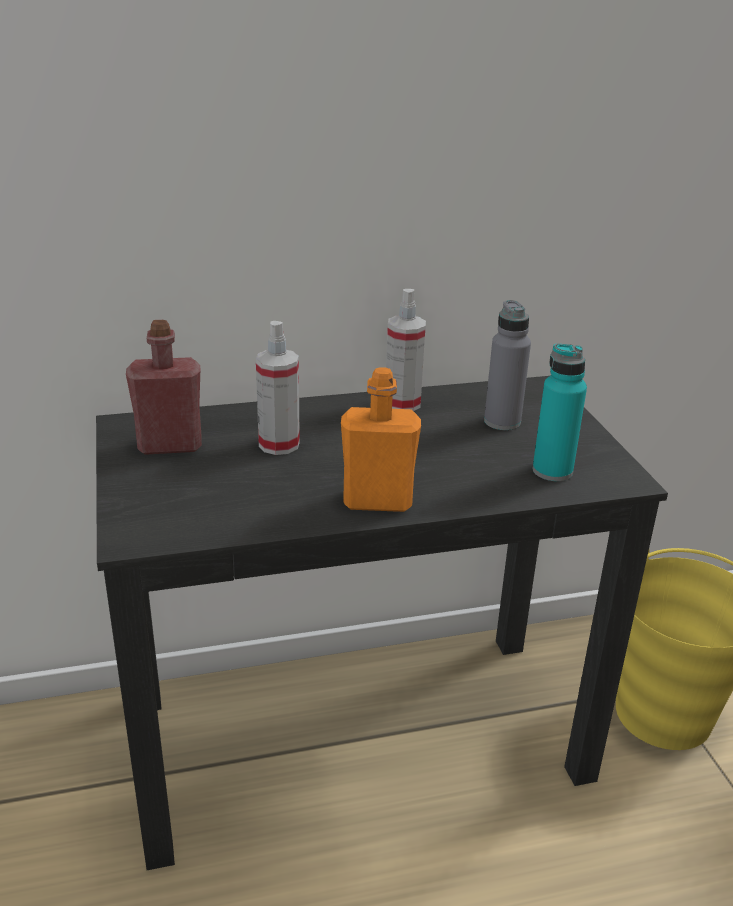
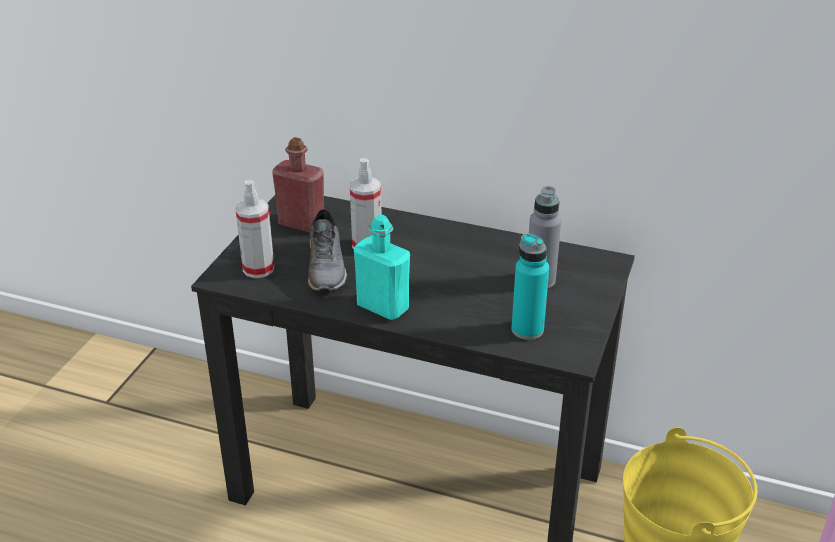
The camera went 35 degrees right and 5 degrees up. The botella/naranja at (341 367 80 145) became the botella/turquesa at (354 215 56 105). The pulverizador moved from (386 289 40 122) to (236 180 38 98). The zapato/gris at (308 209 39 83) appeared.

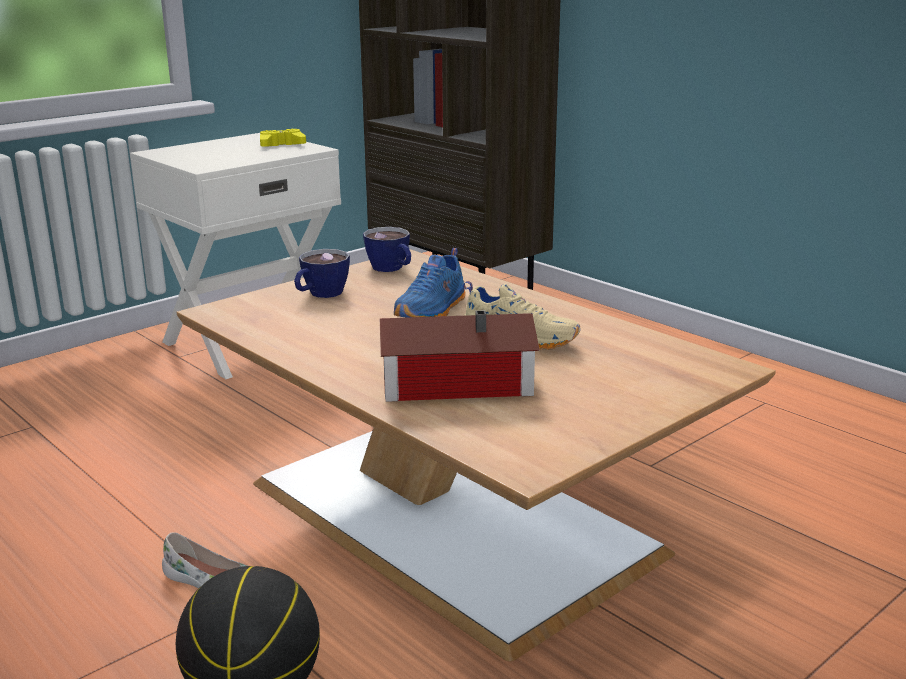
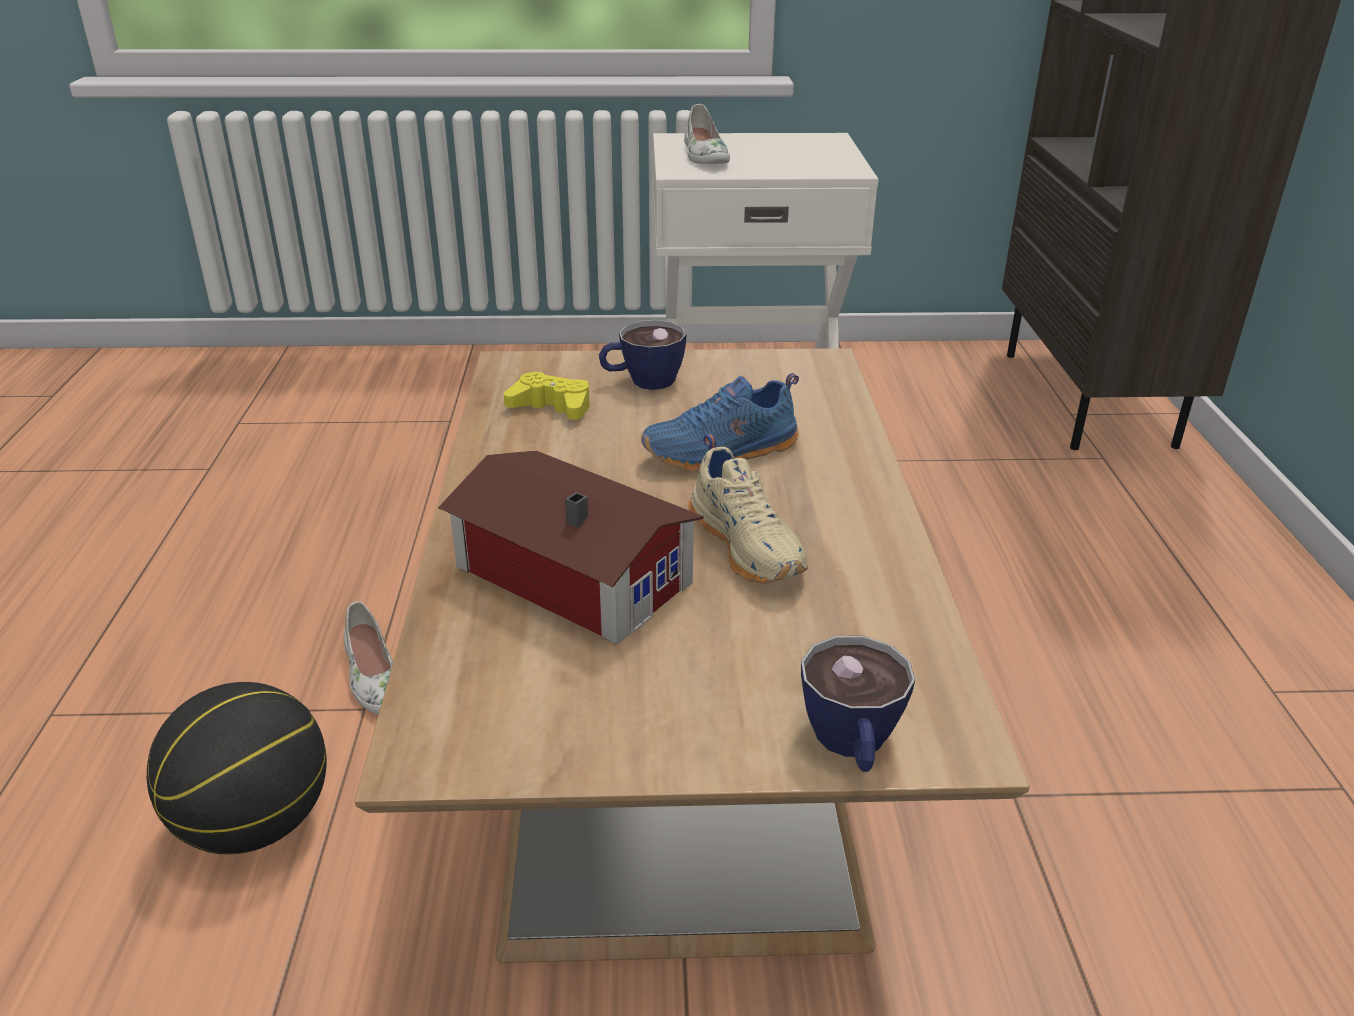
The camera went 40 degrees right and 10 degrees up. The mando de consola/amarillo moved from (260 129 46 17) to (504 372 86 48). The taza moved from (363 227 48 45) to (801 636 114 136). The zapato/blanco at (684 104 46 60) appeared.

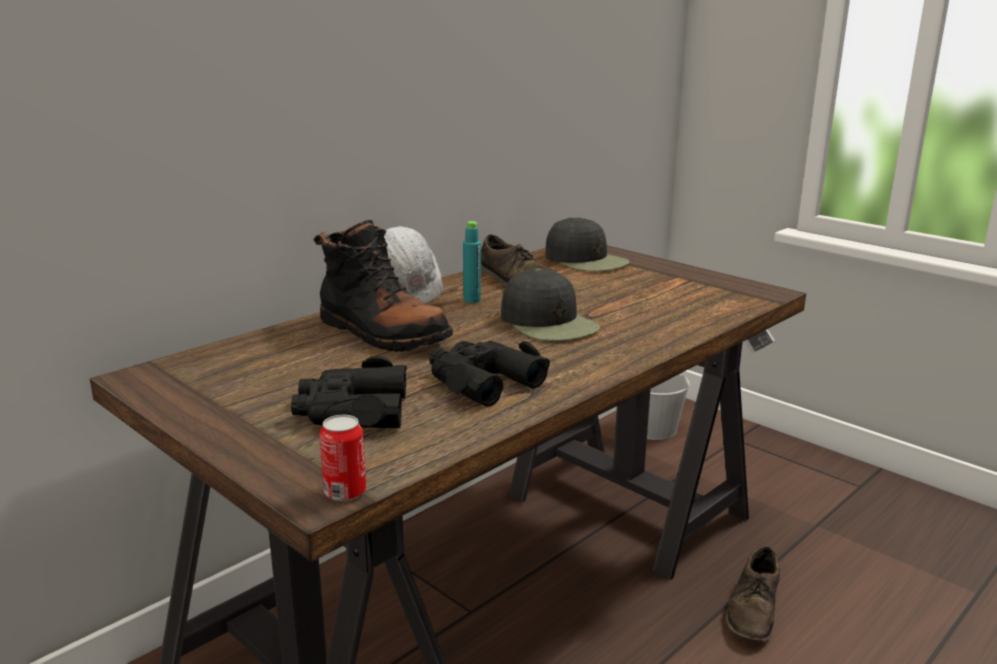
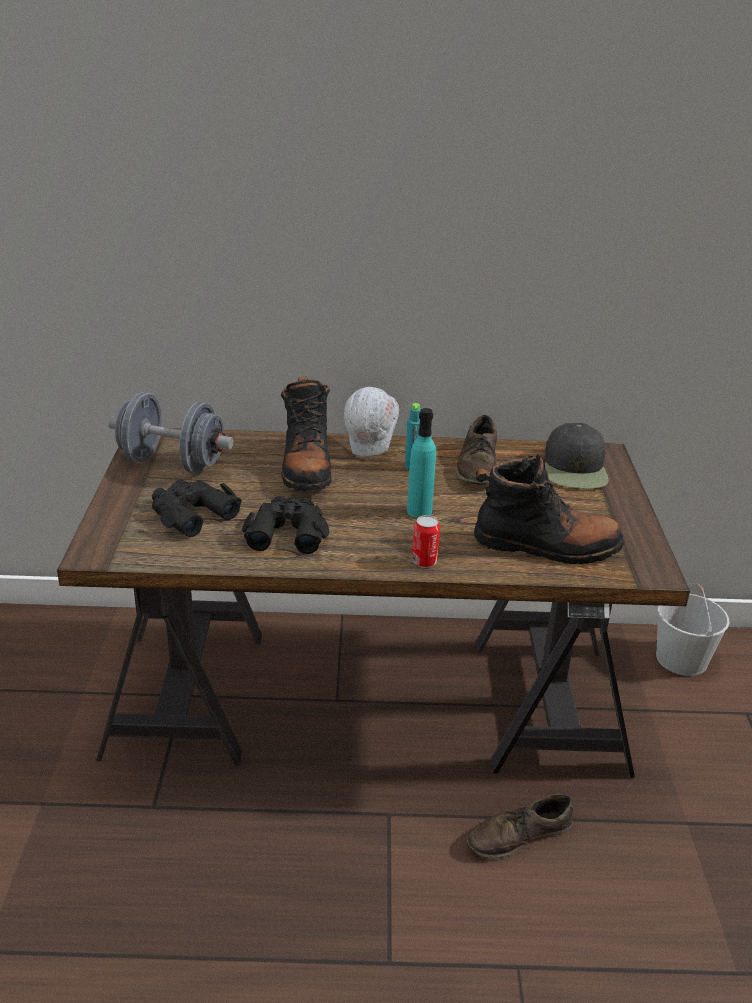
The camera went 45 degrees right and 10 degrees up. The lata moved from (320 415 46 86) to (412 515 28 53). The gorra/negro at (501 269 99 72) was replaced by the botella/turquesa at (407 408 29 110). The mancuerna/gris at (108 392 125 81) appeared. The bota/negro at (474 453 151 111) appeared.

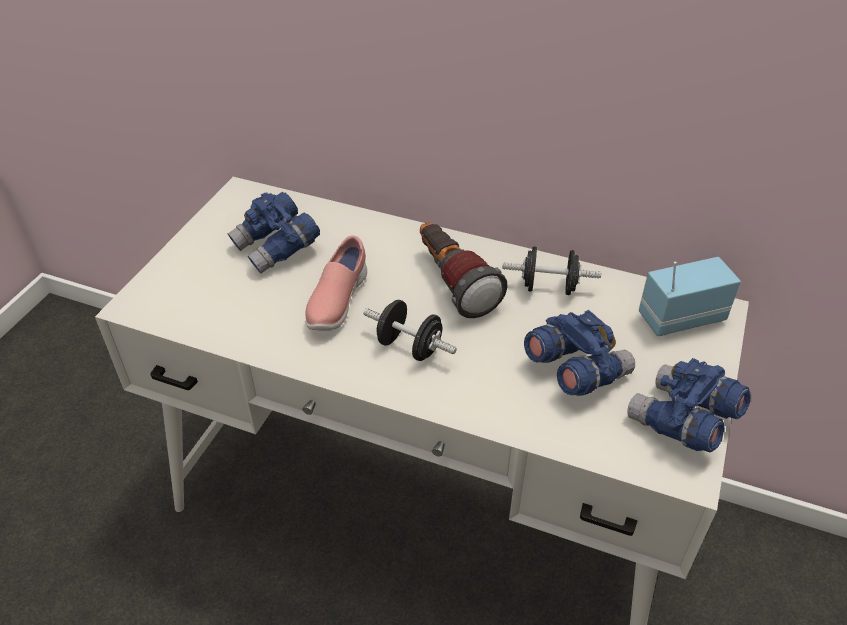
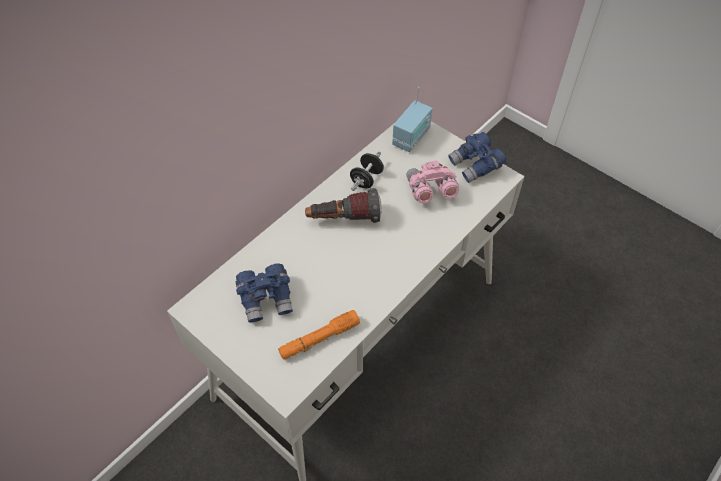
The camera went 70 degrees left and 10 degrees up. The zapato/rosa at (306 235 61 96) disappeared. The mancuerna/negro at (363 300 94 61) disappeared. The prismáticos/azul at (524 310 111 86) became the prismáticos/rosa at (406 160 53 44). The radio at (639 257 102 79) turned 150 degrees counterclockwise. The linterna/naranja at (278 310 82 50) appeared.

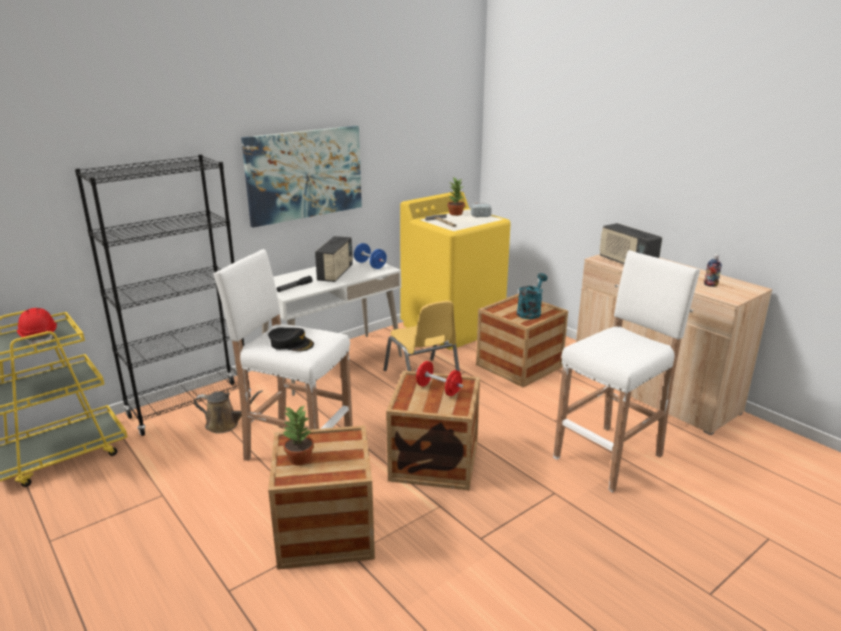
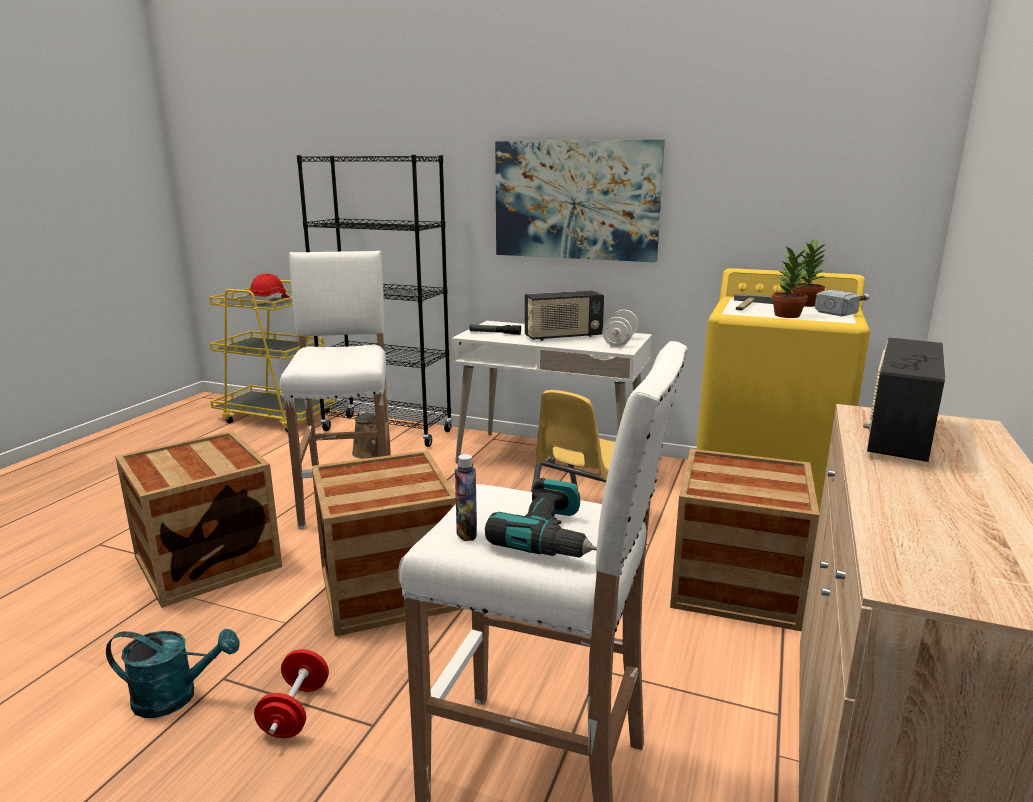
The camera went 60 degrees right and 5 degrees down. The gorra/negro at (268 328 46 24) disappeared. The planta en maceta moved from (283 406 31 59) to (771 246 38 72). The mancuerna/azul at (354 243 33 26) became the mancuerna/blanco at (602 310 36 37). The mancuerna/rojo moved from (416 361 47 35) to (254 649 75 89). The regadera/turquesa moved from (517 273 31 46) to (106 629 134 89). The botella moved from (704 254 18 33) to (455 454 22 87). The taladro at (485 478 112 79) appeared.

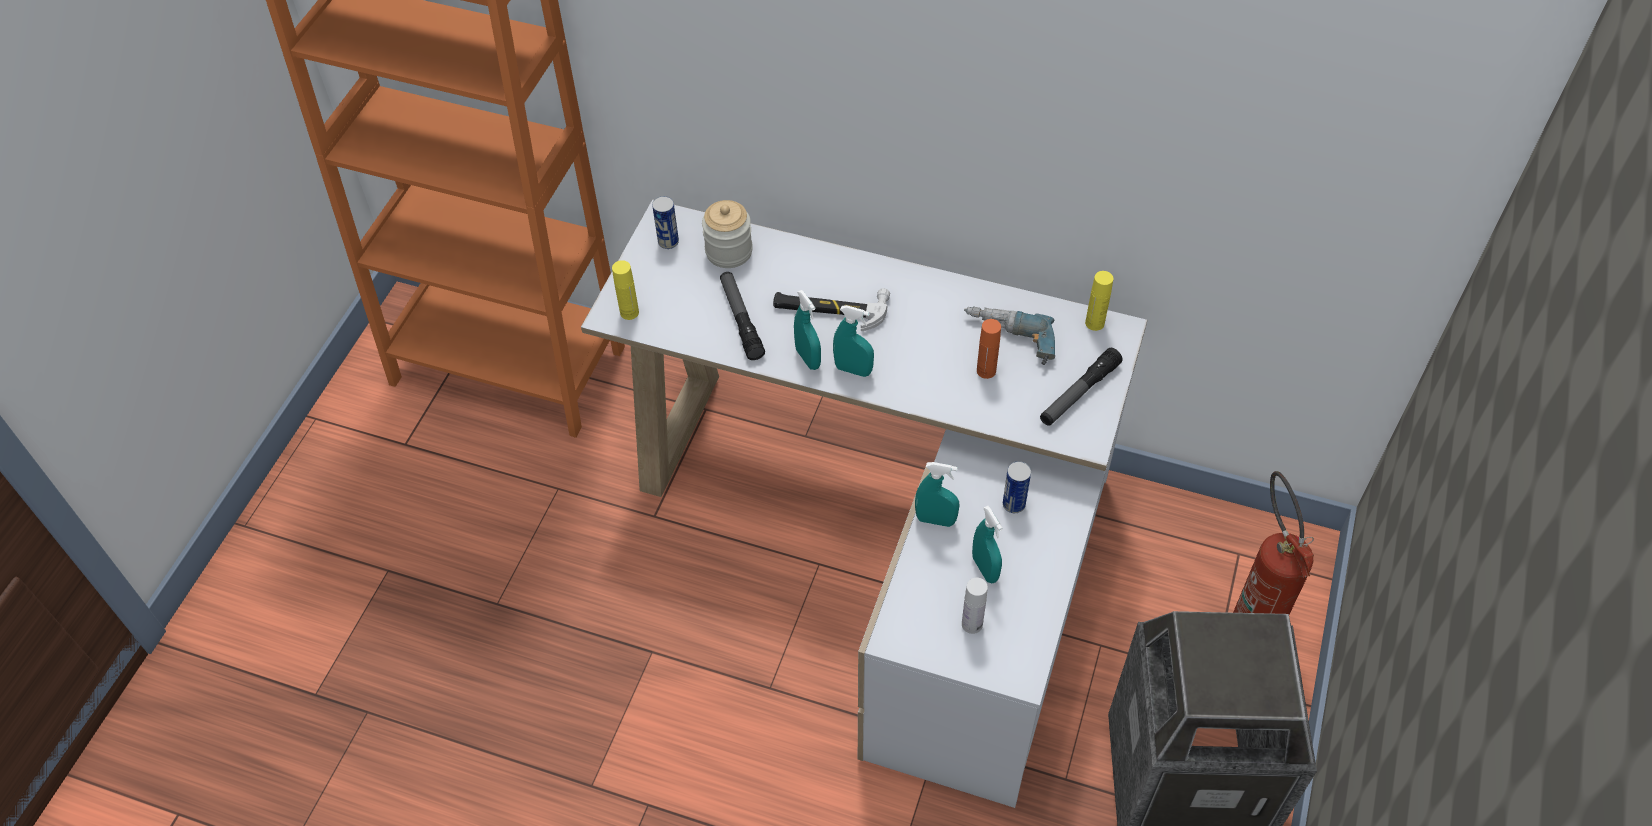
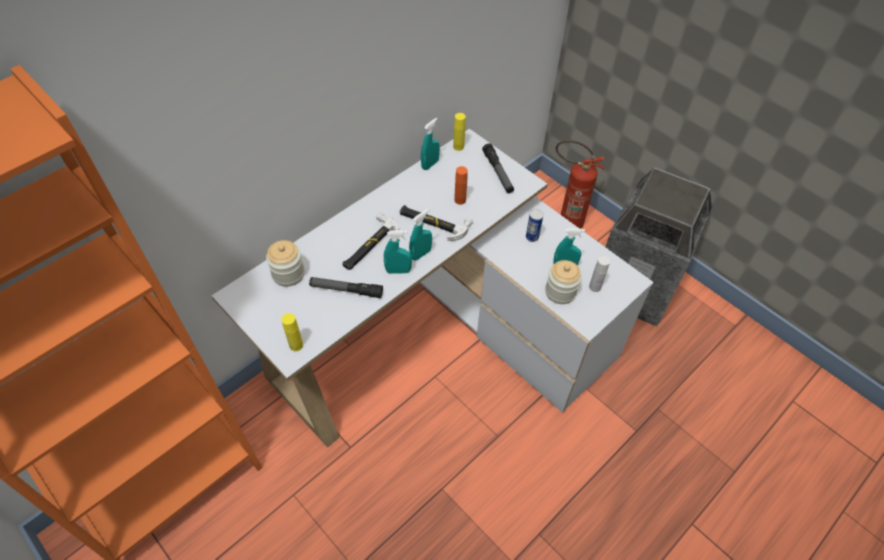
The camera went 65 degrees left and 0 degrees up. The lata at (652 196 27 53) disappeared. The pulverizador/turquesa moved from (915 462 44 65) to (421 118 19 52). The taladro at (964 307 91 58) disappeared. The martillo at (400 205 73 36) appeared. The tarro at (545 260 37 44) appeared.

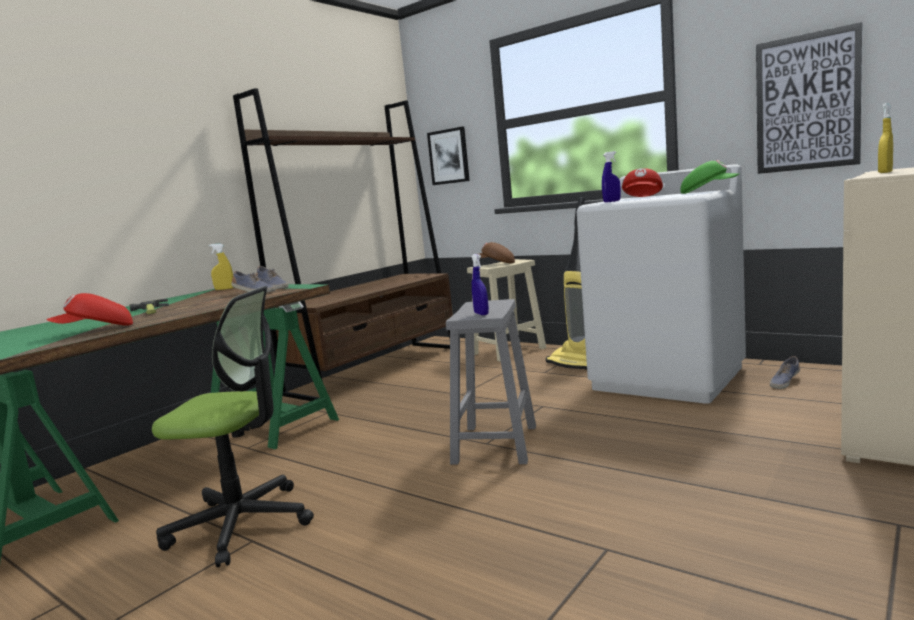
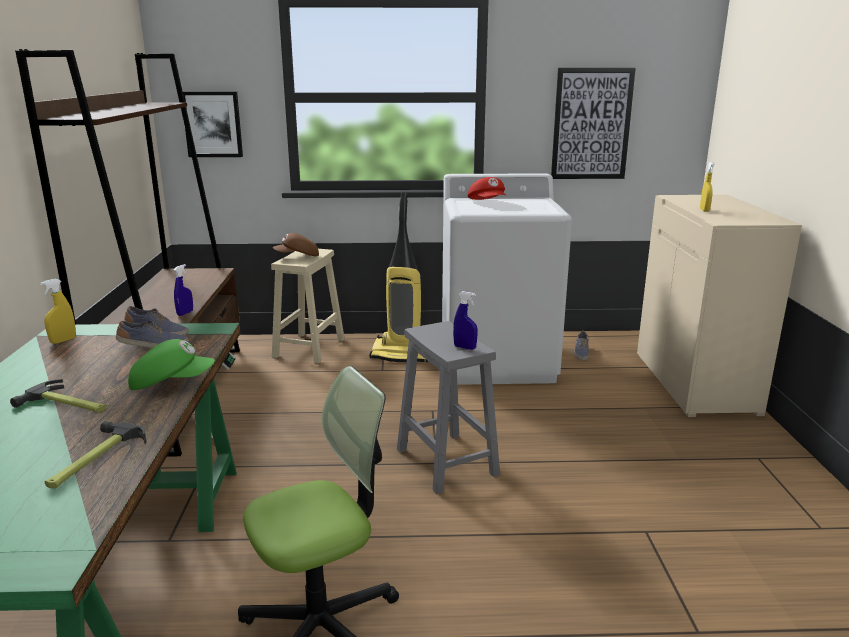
The camera went 40 degrees left and 10 degrees up. The gorra/rojo at (46 293 87 33) was replaced by the martillo at (45 421 101 67). The pulverizador/azul moved from (602 151 19 52) to (174 264 19 52). The gorra/verde moved from (680 160 59 34) to (128 339 87 51).

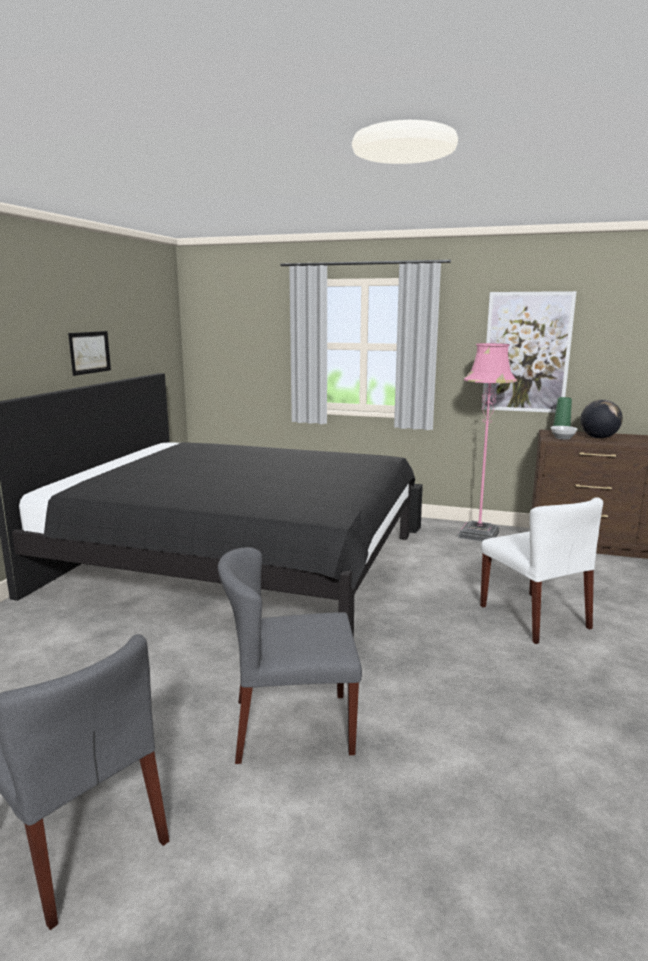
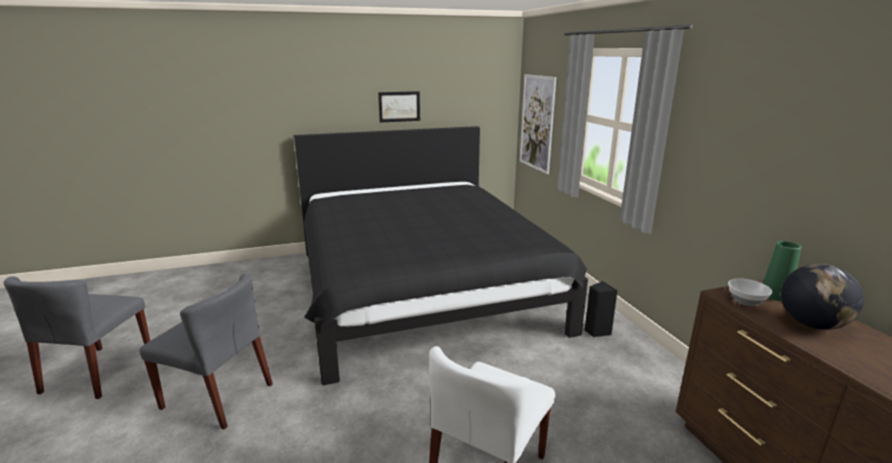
The camera went 55 degrees right and 5 degrees up. The silla/gris at (218 547 144 217) turned 150 degrees clockwise. The lámpara de pie/rosa at (458 343 59 198) disappeared. The cuadro moved from (482 291 94 122) to (520 74 36 100).

